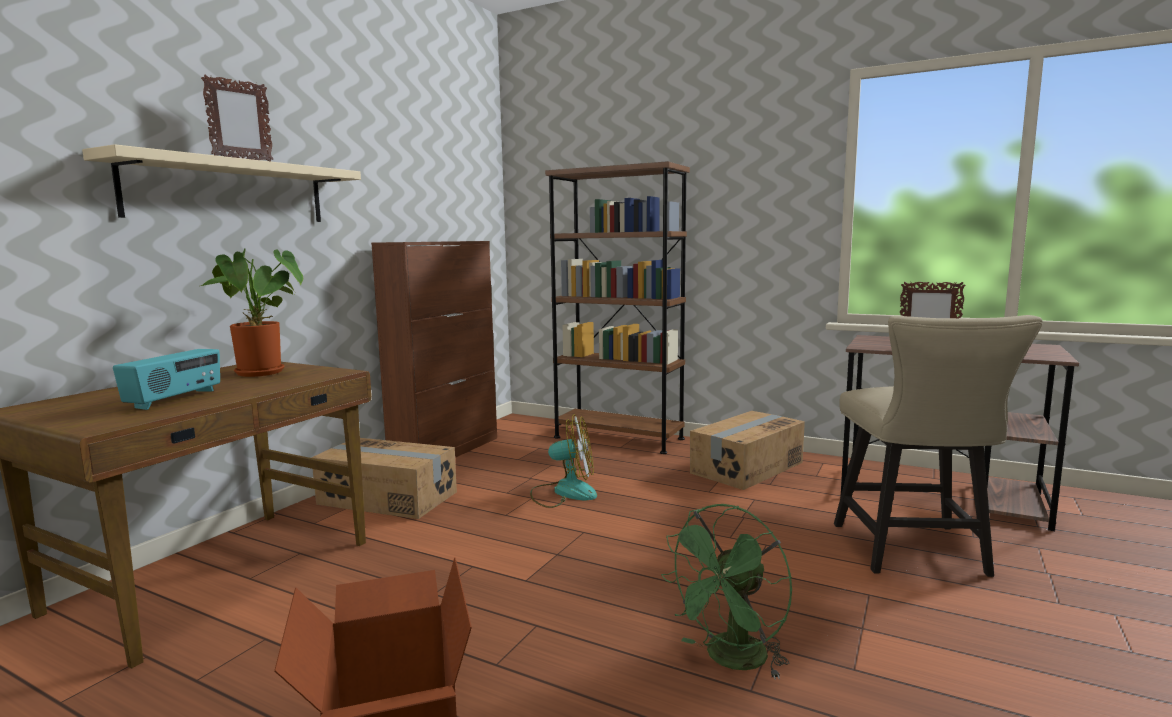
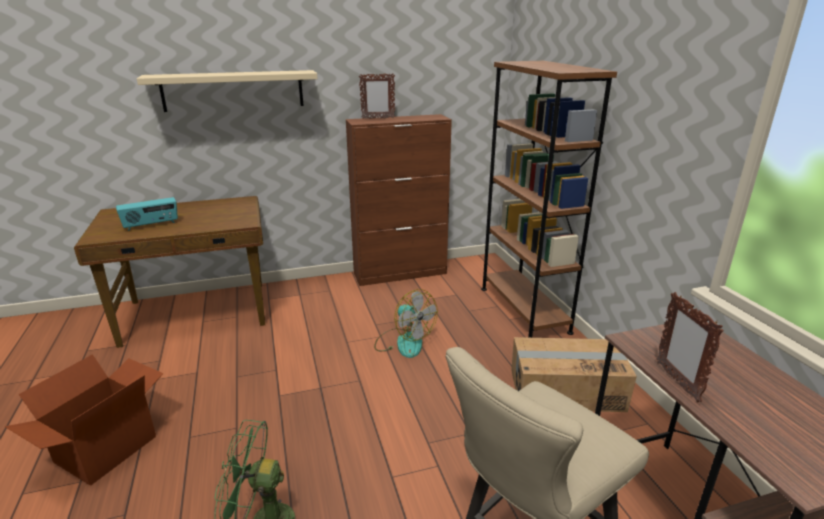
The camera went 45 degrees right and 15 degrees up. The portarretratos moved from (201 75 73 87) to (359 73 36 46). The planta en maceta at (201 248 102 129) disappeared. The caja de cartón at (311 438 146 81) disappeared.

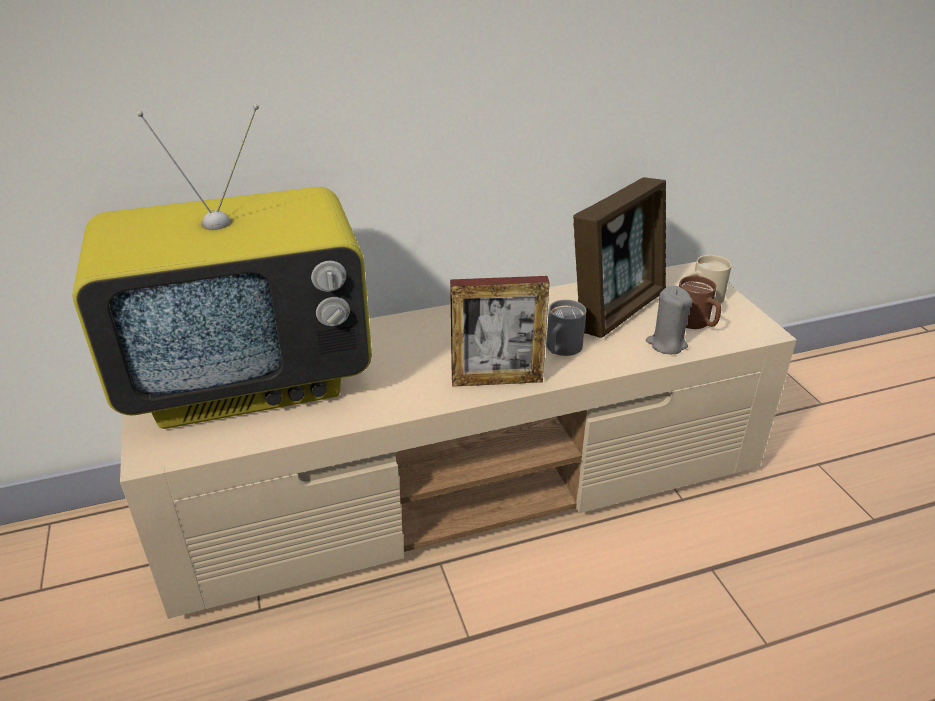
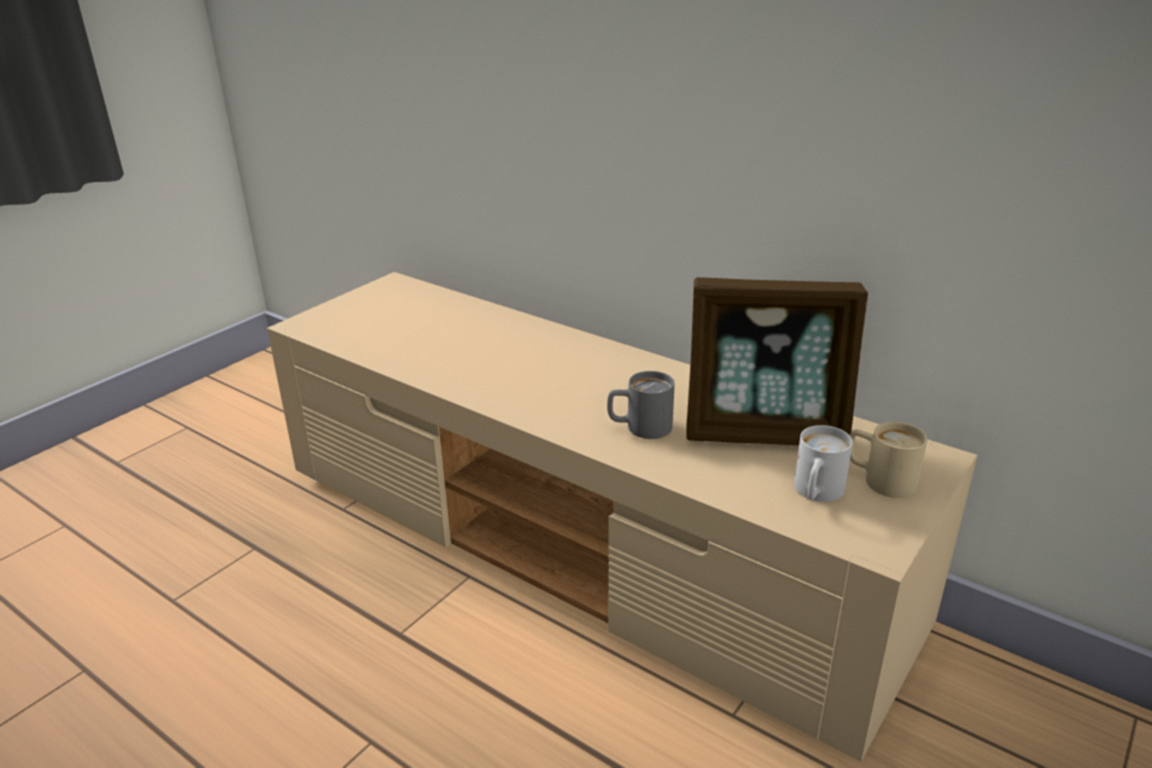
The camera went 55 degrees right and 5 degrees down. The televisor at (72 104 300 325) disappeared. The portarretratos at (450 276 100 111) disappeared. The vela/gris at (646 286 47 68) disappeared. The taza grande/marrón at (679 276 42 53) became the taza grande/blanco at (794 425 59 77).

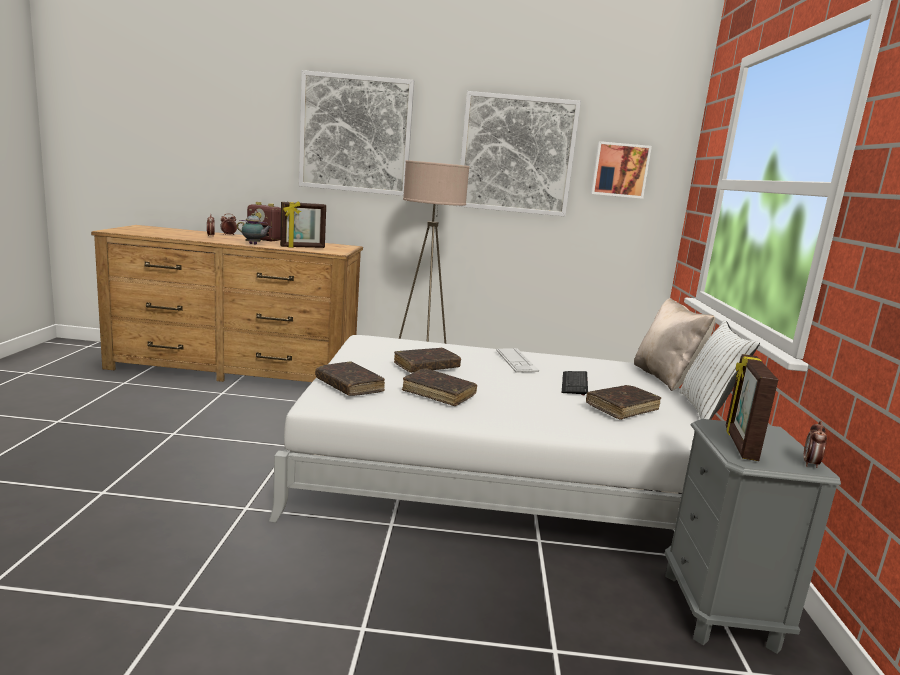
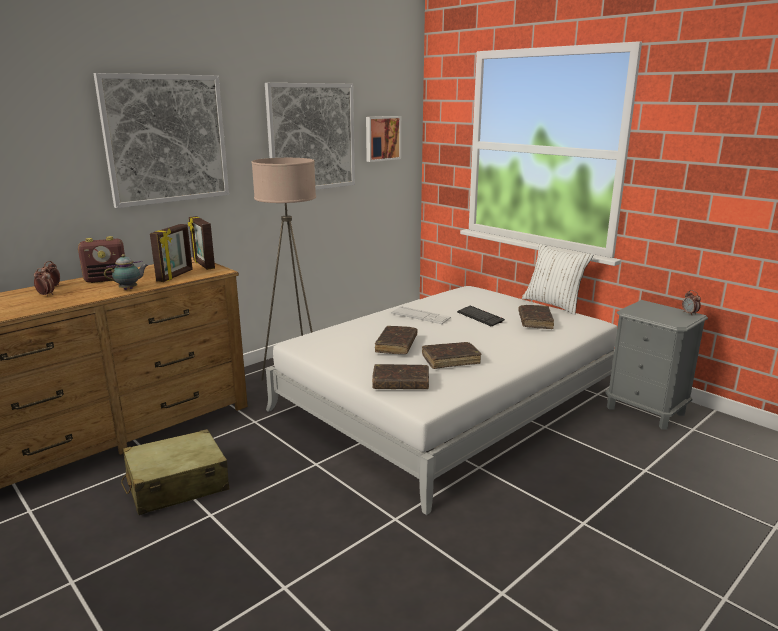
The camera went 45 degrees left and 5 degrees up. The cojín/beis at (634 298 81 93) disappeared. The portarretratos moved from (726 354 52 107) to (188 216 27 54). The maleta/beis at (121 429 109 86) appeared.

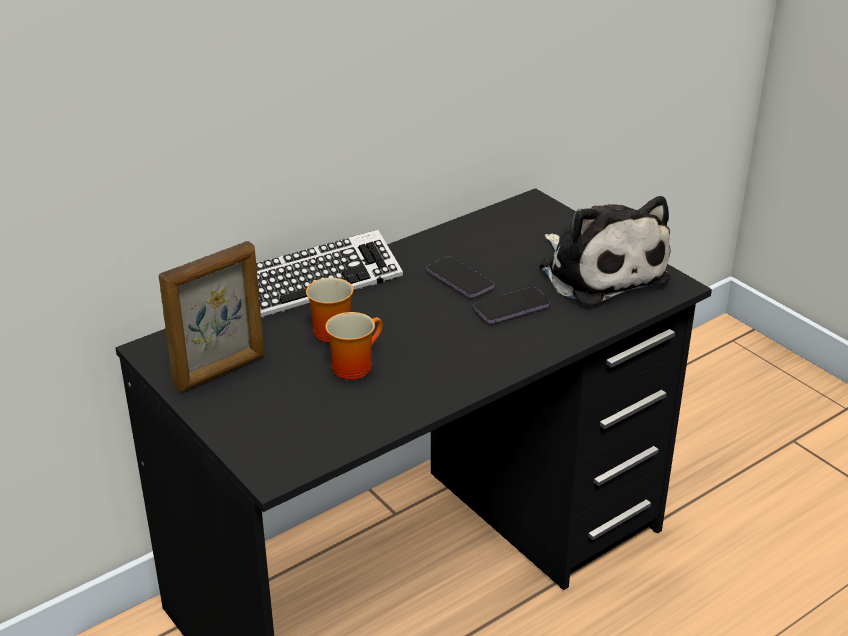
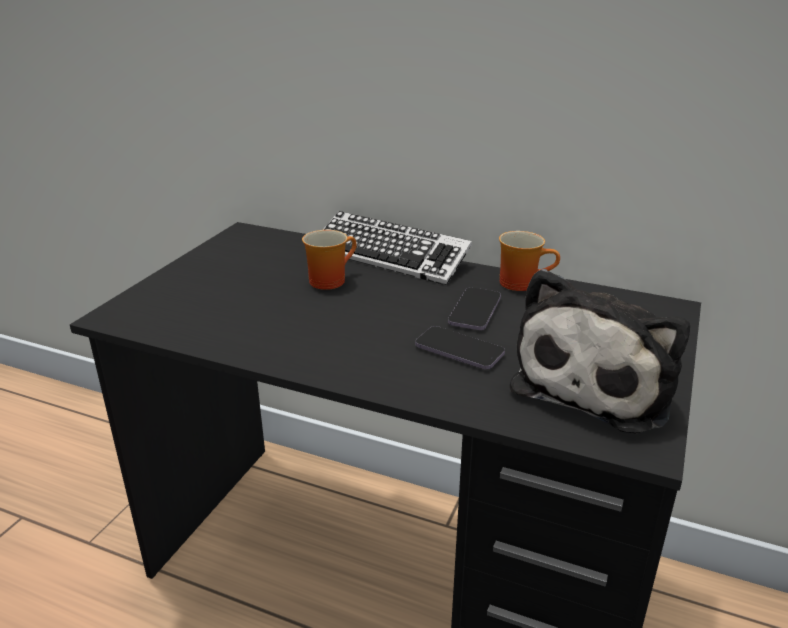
The camera went 60 degrees right and 5 degrees down. The portarretratos at (159 241 105 151) disappeared. The taza grande moved from (325 312 58 68) to (499 231 61 60).

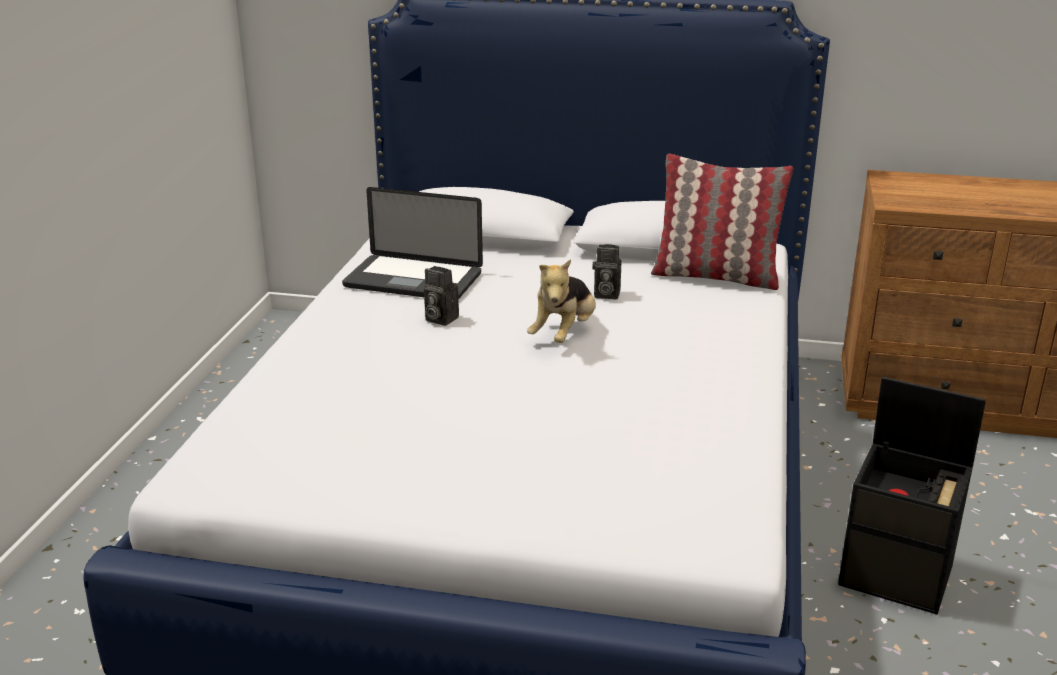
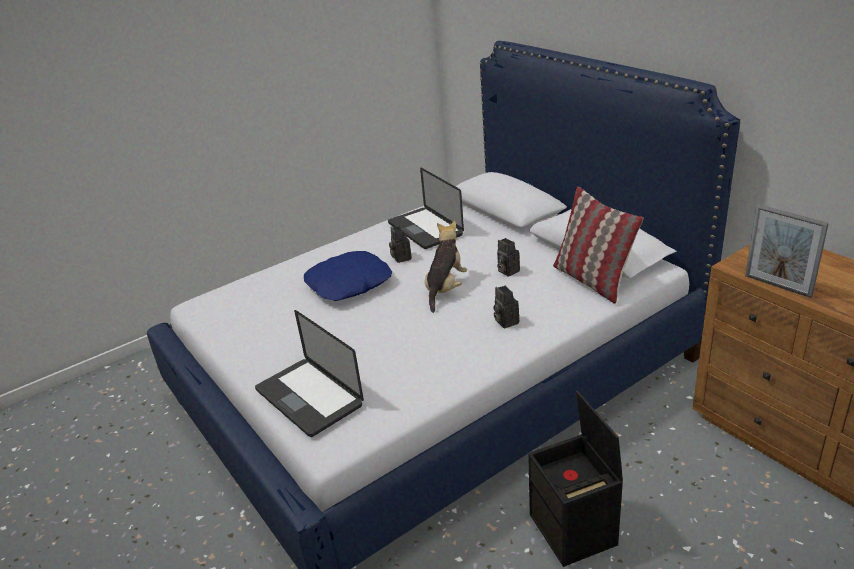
The camera went 45 degrees right and 5 degrees up. The peluche at (527 259 69 84) turned 135 degrees clockwise. The portátil at (255 310 109 127) appeared. The cojín/azul at (304 251 88 50) appeared. The cámara at (493 285 26 43) appeared. The portarretratos at (745 204 84 94) appeared.

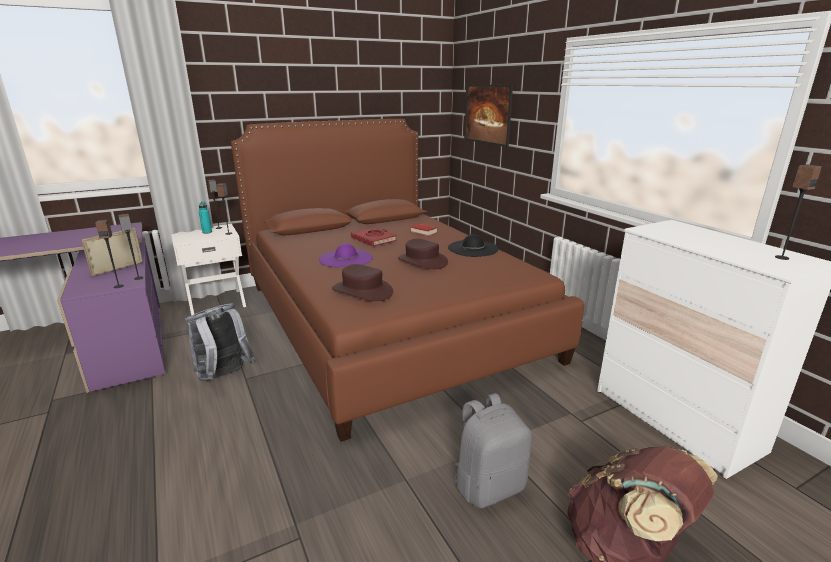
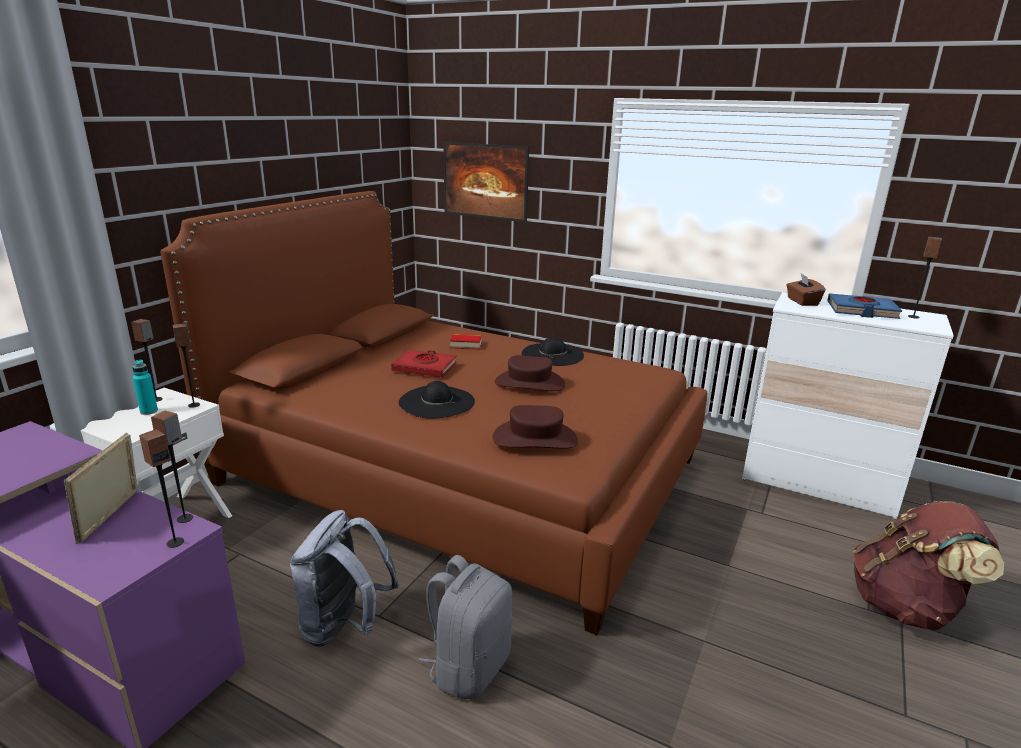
The camera went 35 degrees left and 0 degrees up. The sombrero/morado at (319 243 54 24) became the sombrero/negro at (398 381 77 38). The mochila/gris moved from (455 393 77 115) to (418 555 94 144). The caja de pañuelos/marrón at (787 274 38 32) appeared. The libro/azul at (827 293 75 26) appeared.

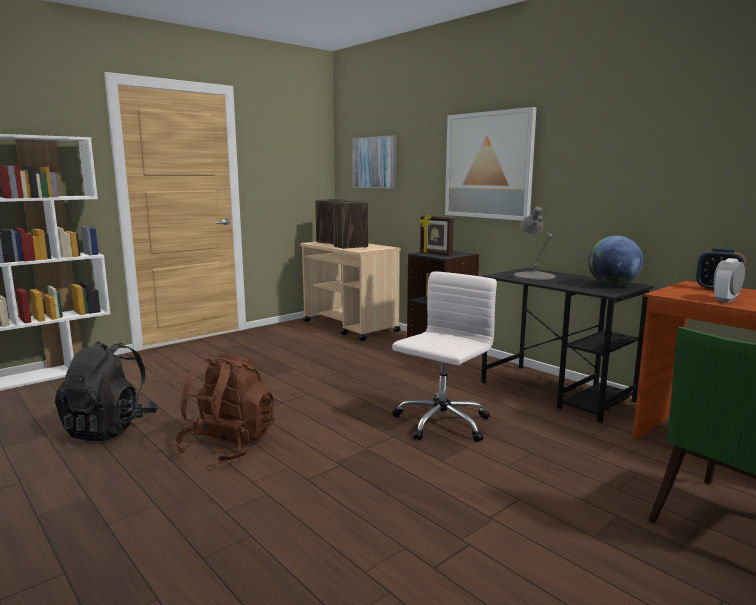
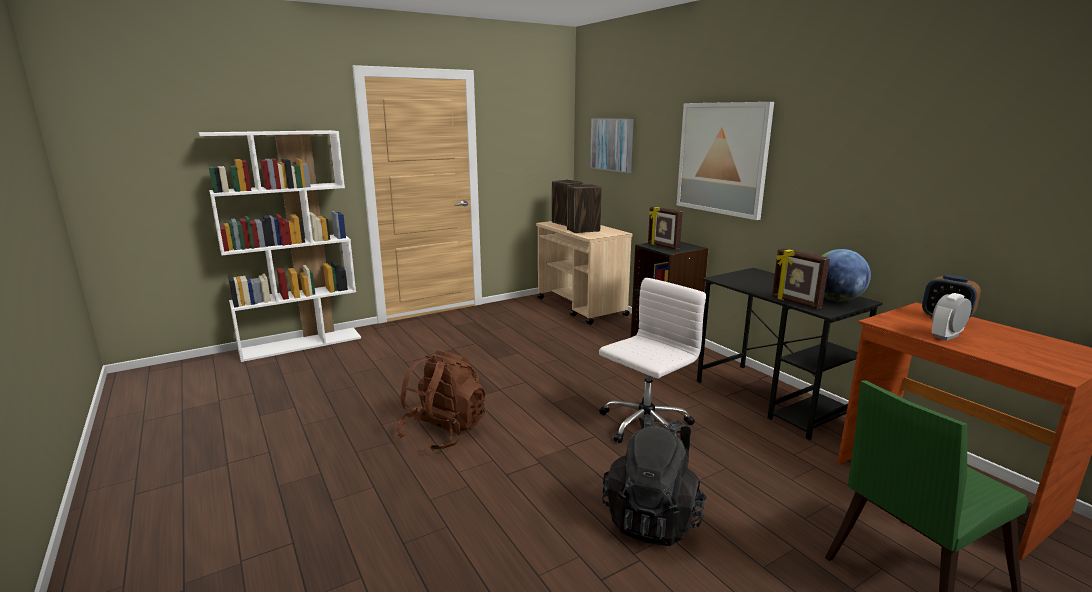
The camera went 10 degrees right and 5 degrees up. The mochila/negro moved from (55 341 103 100) to (602 414 105 132). The lámpara de mesa/gris at (514 207 42 73) disappeared. The portarretratos at (772 248 58 61) appeared.

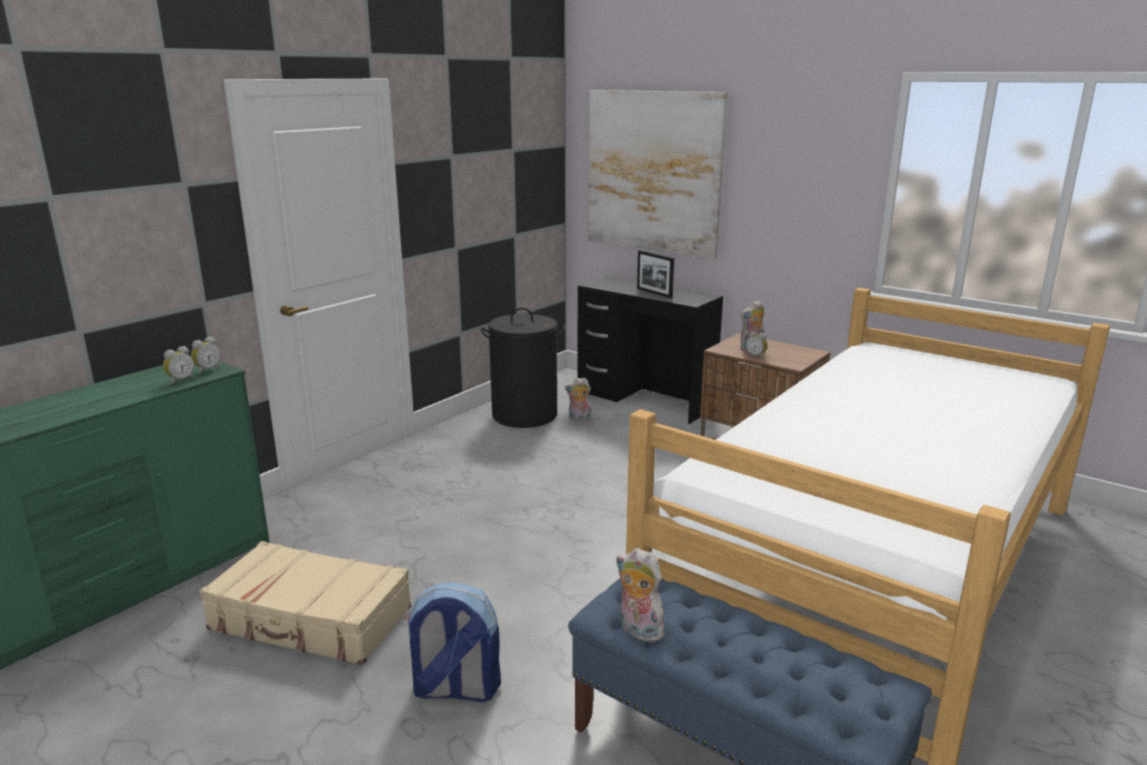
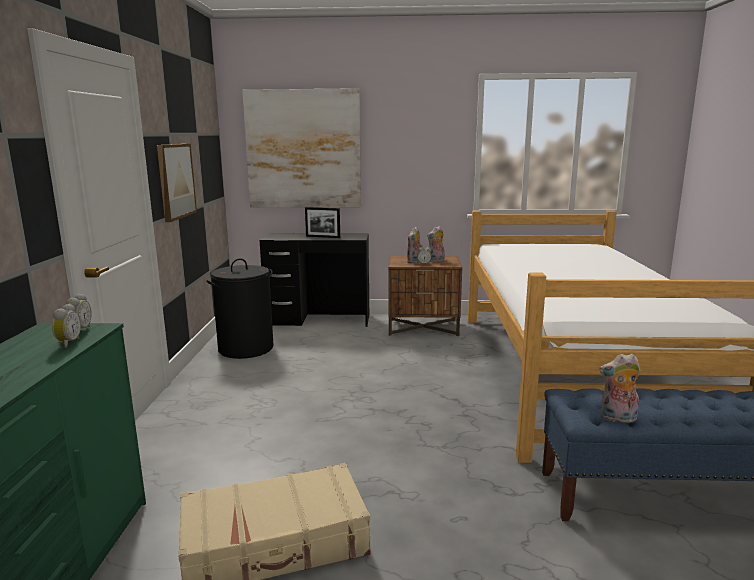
The camera went 35 degrees left and 5 degrees down. The mochila at (405 582 96 120) disappeared. The peluche moved from (565 378 27 44) to (427 226 18 36). The cuadro at (157 144 40 78) appeared.

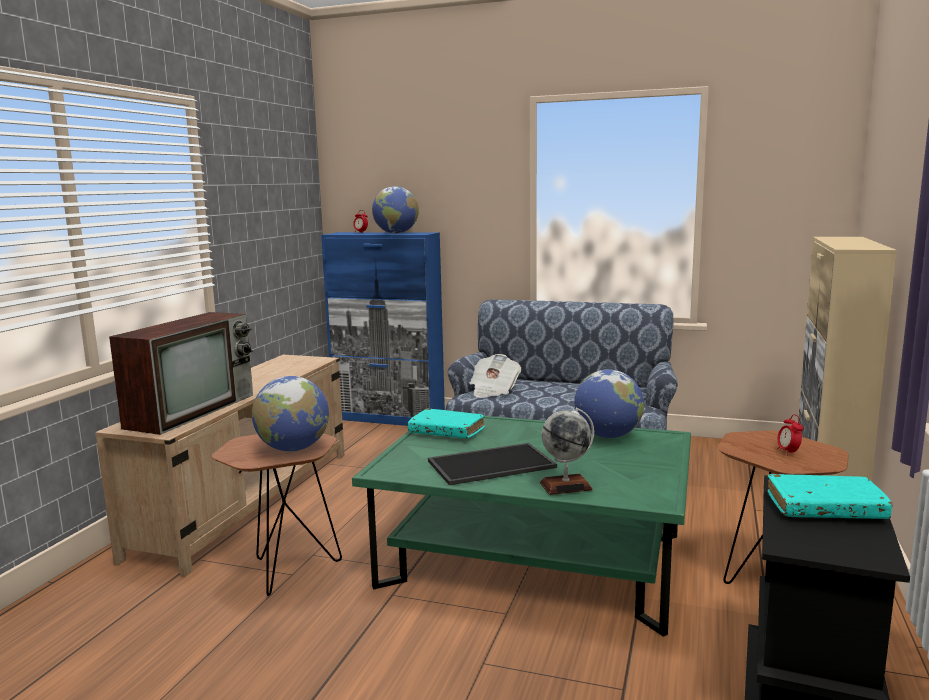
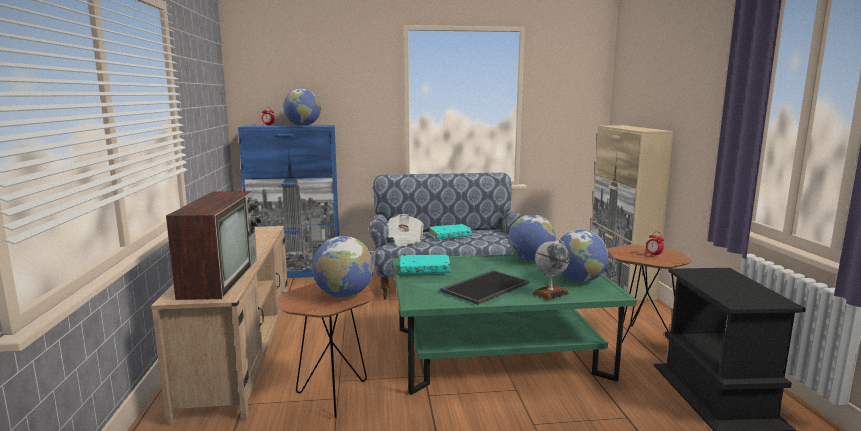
The camera went 25 degrees left and 0 degrees up. The libro/turquesa moved from (767 474 126 45) to (429 224 43 15). The globo terráqueo at (559 229 50 53) appeared.

